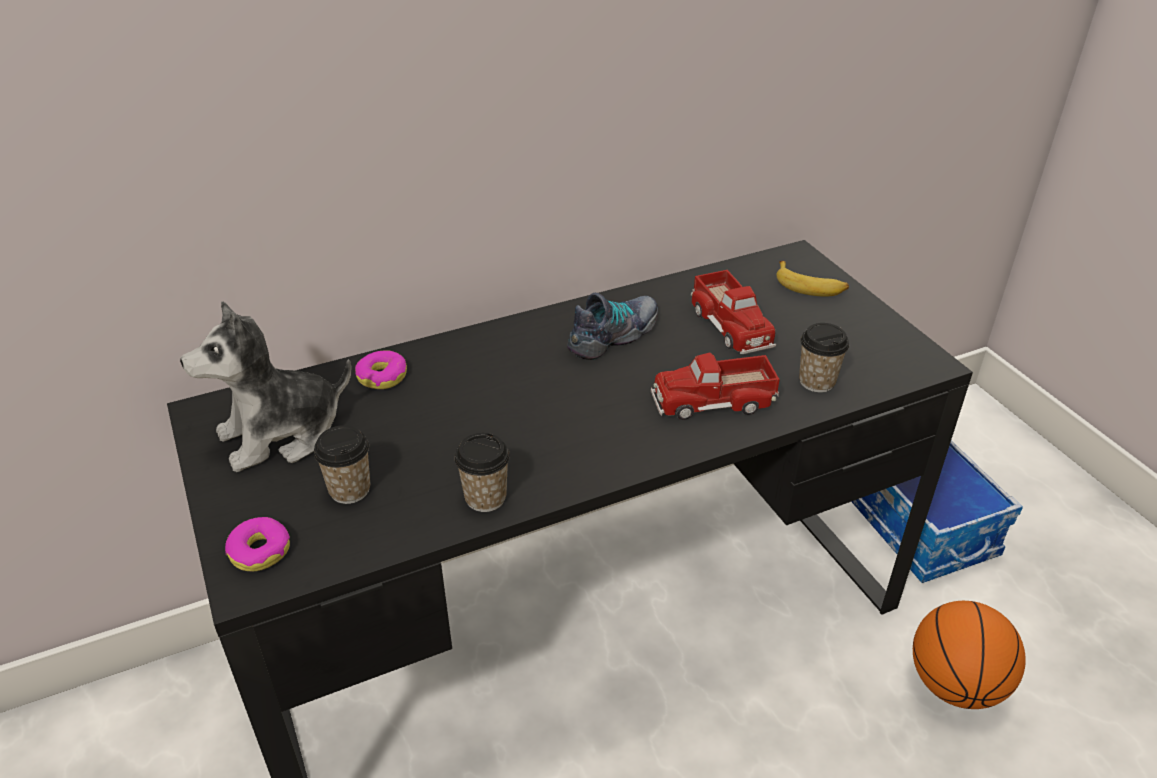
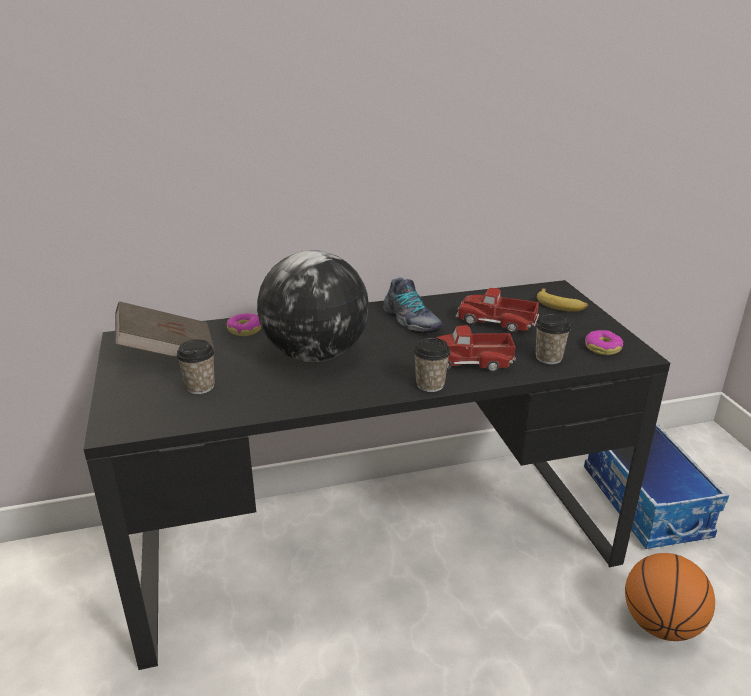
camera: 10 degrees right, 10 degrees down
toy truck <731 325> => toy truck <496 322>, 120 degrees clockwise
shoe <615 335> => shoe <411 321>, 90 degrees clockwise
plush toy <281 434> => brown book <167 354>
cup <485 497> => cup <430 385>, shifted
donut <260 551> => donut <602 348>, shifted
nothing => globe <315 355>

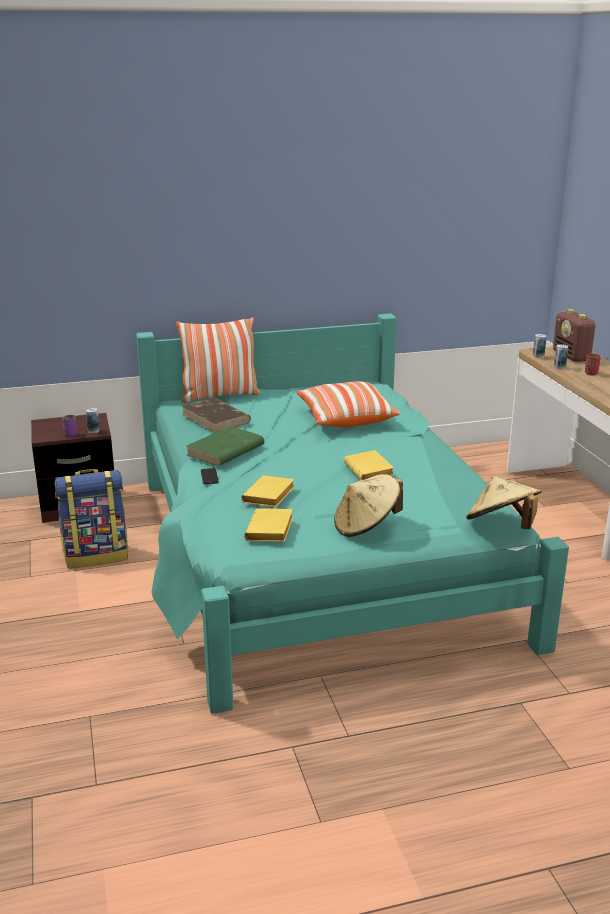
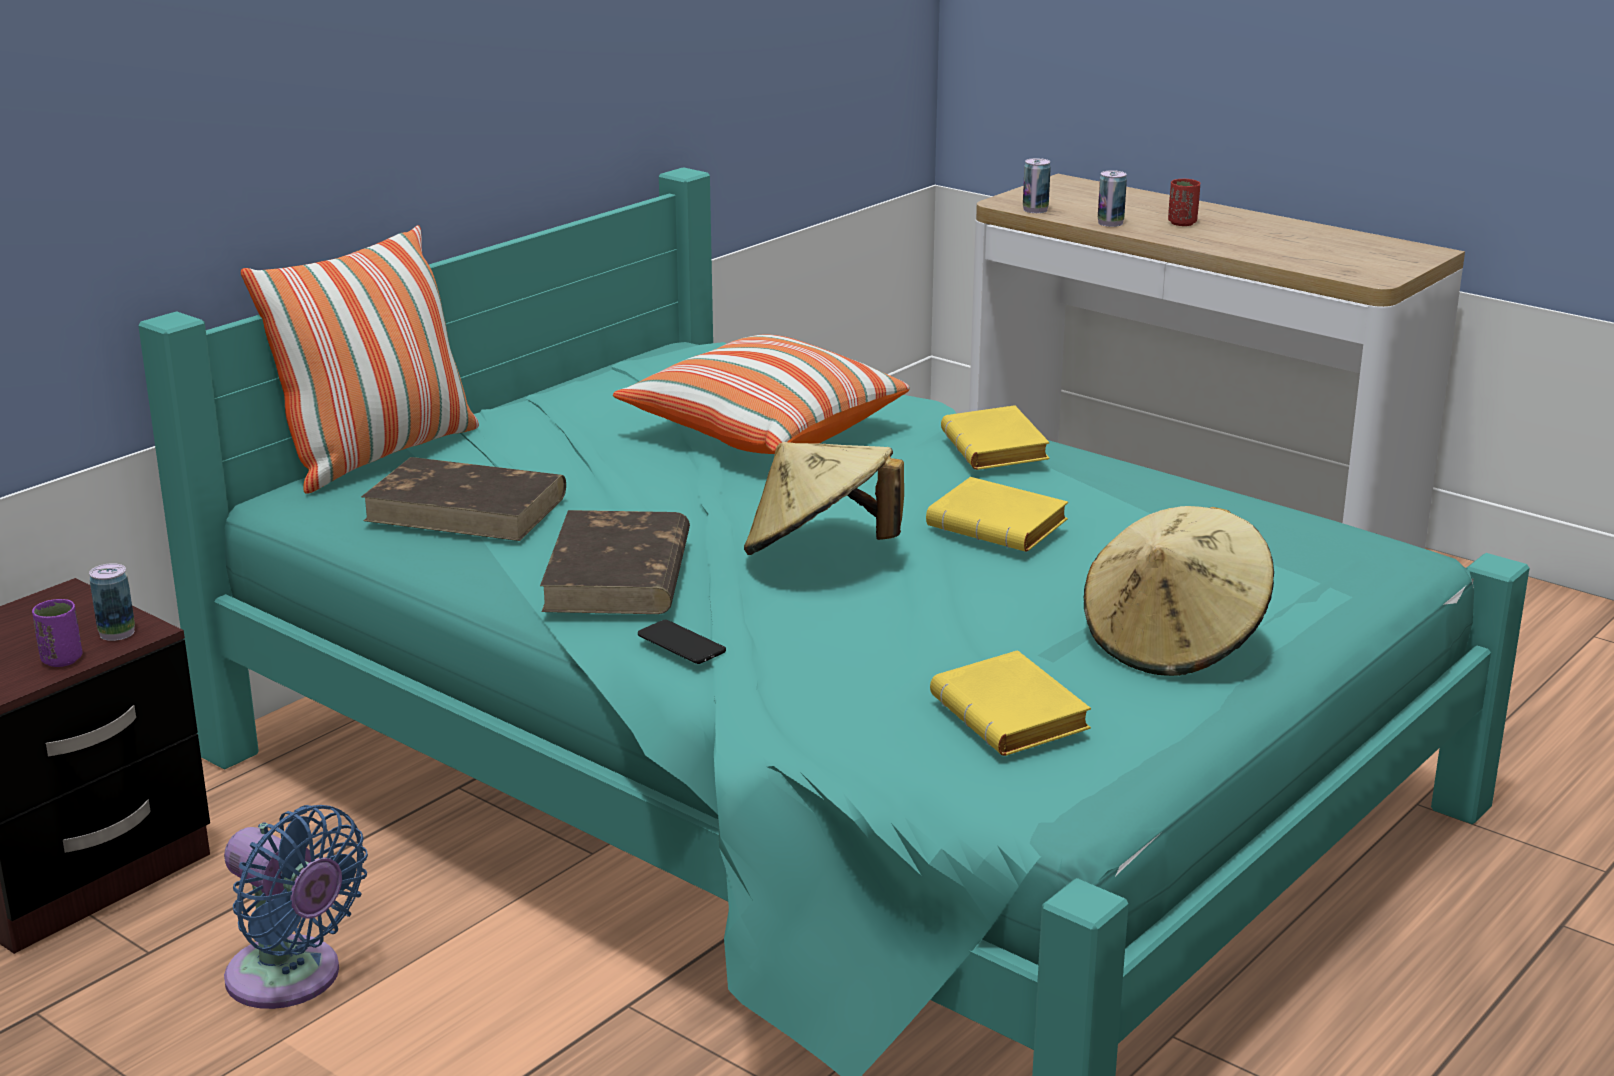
camera: 35 degrees left, 0 degrees up
radio <571 356> => nothing
green book <225 450> => brown book <618 574>
backpack <96 555> => blue fan <291 979>
yellow book <269 497> => yellow book <998 450>, shifted
beige hat <501 526> => beige hat <819 552>, shifted

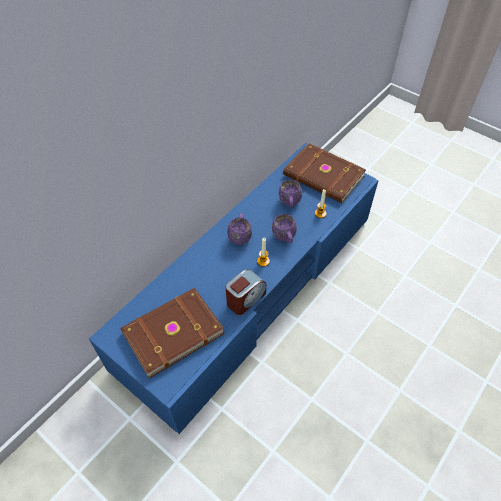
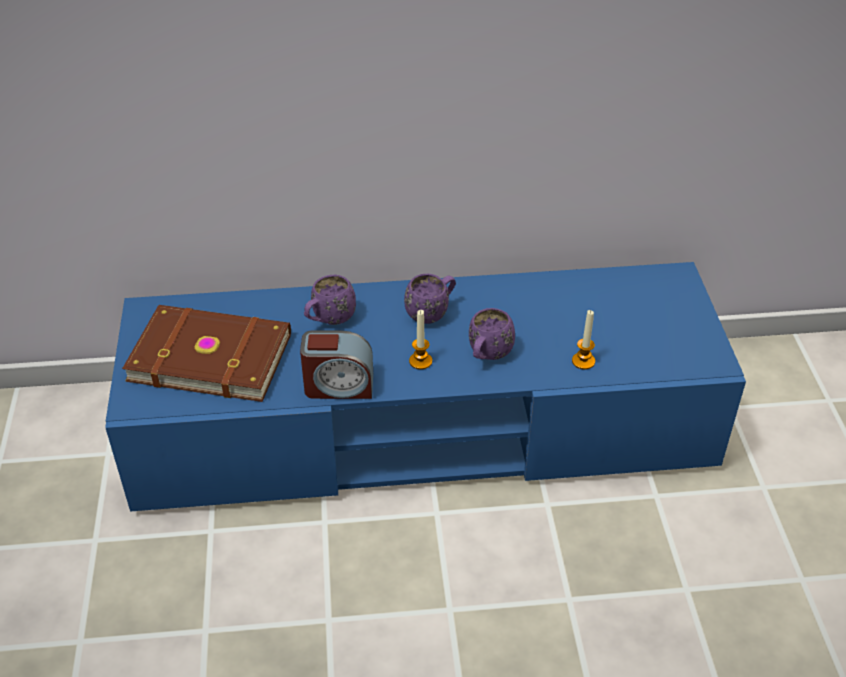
camera: 45 degrees right, 10 degrees down
brown book <323 176> => nothing
purple mug <290 204> => purple mug <329 320>, shifted

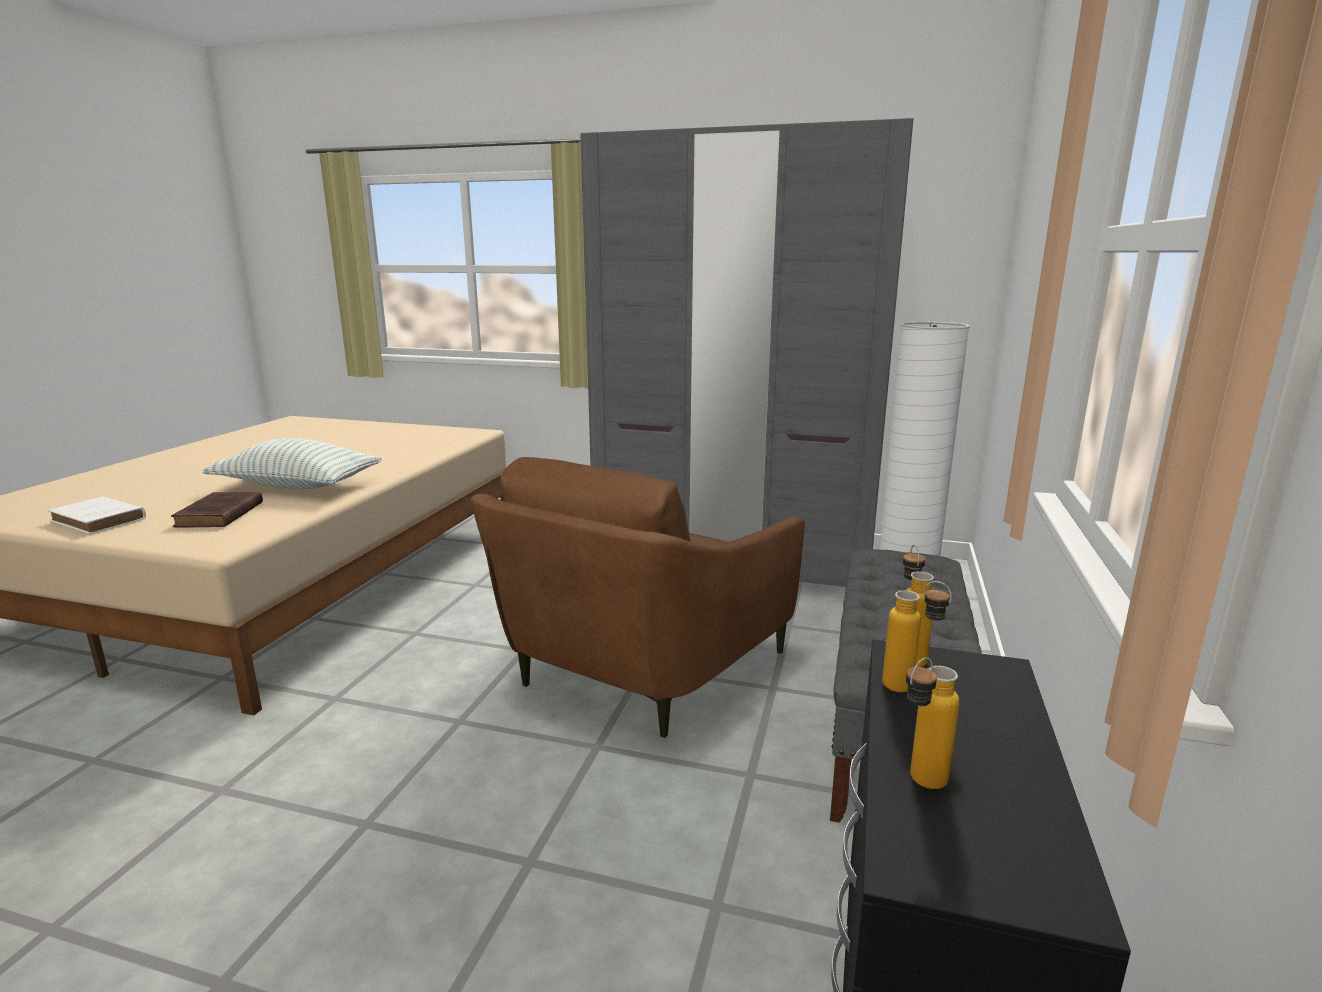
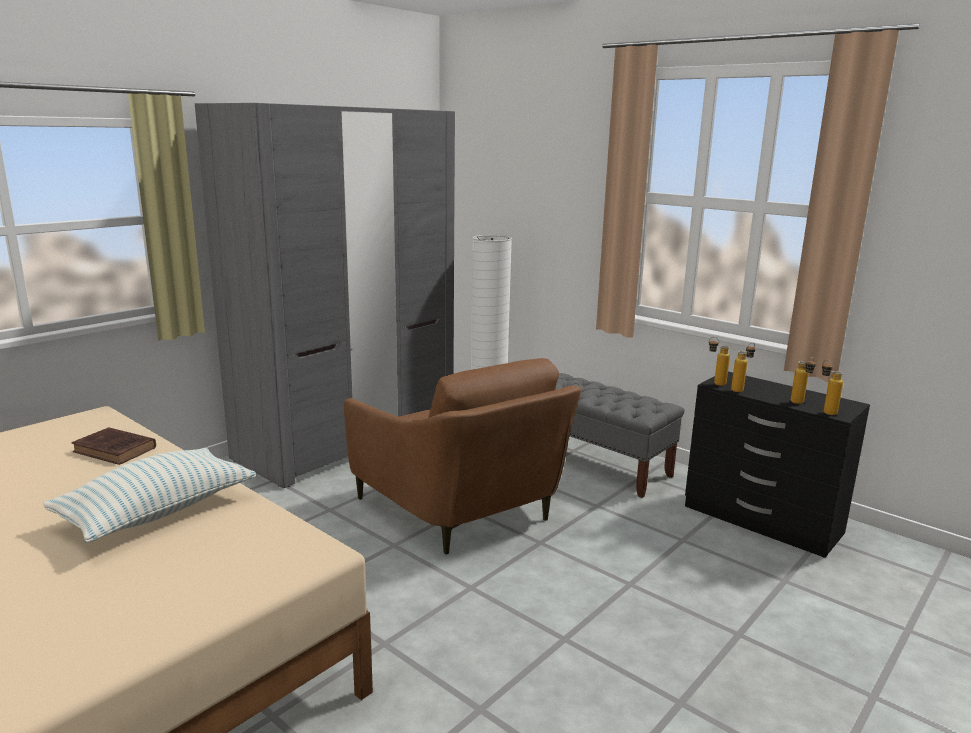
camera: 65 degrees left, 0 degrees up
brown book <219 515> => brown book <116 450>, shifted
white book <100 520> => nothing
nothing => bottle <825 411>

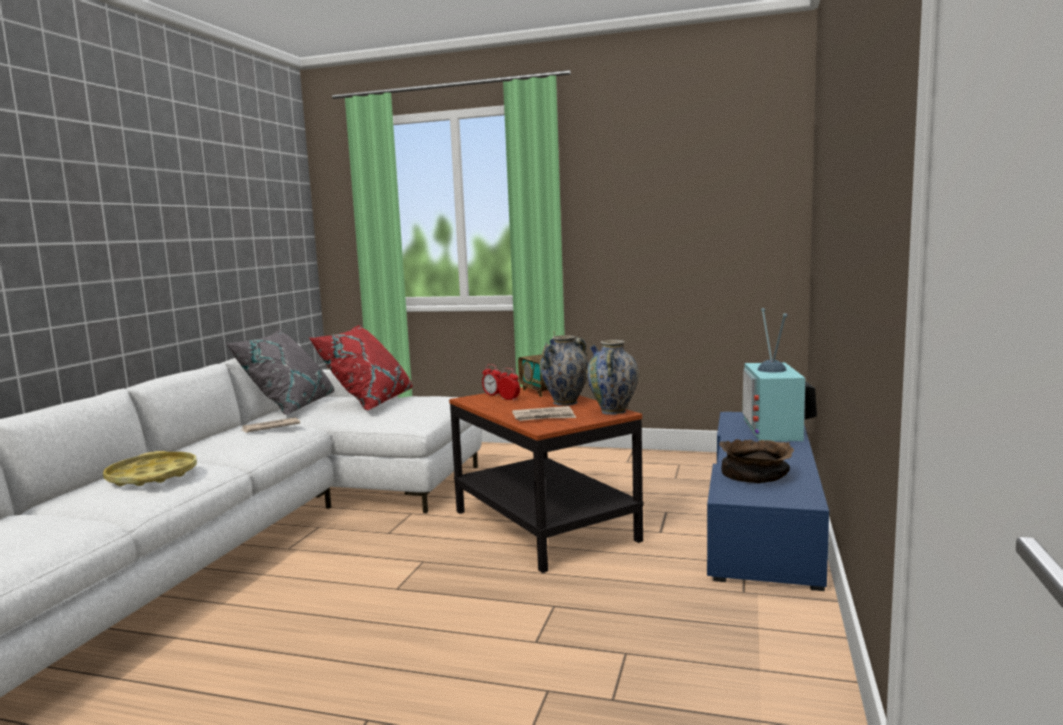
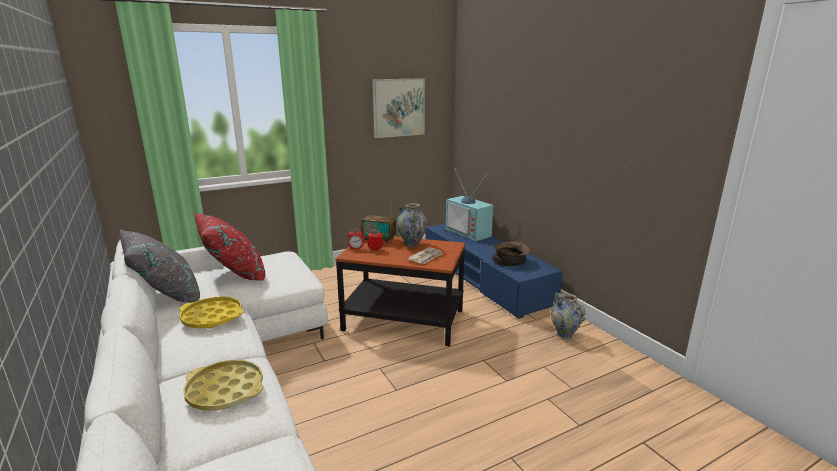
camera: 45 degrees left, 10 degrees up
vase <613 411> => vase <564 334>, shifted
newspaper <270 428> => yellow tray <212 317>
nothing => picture <399 107>

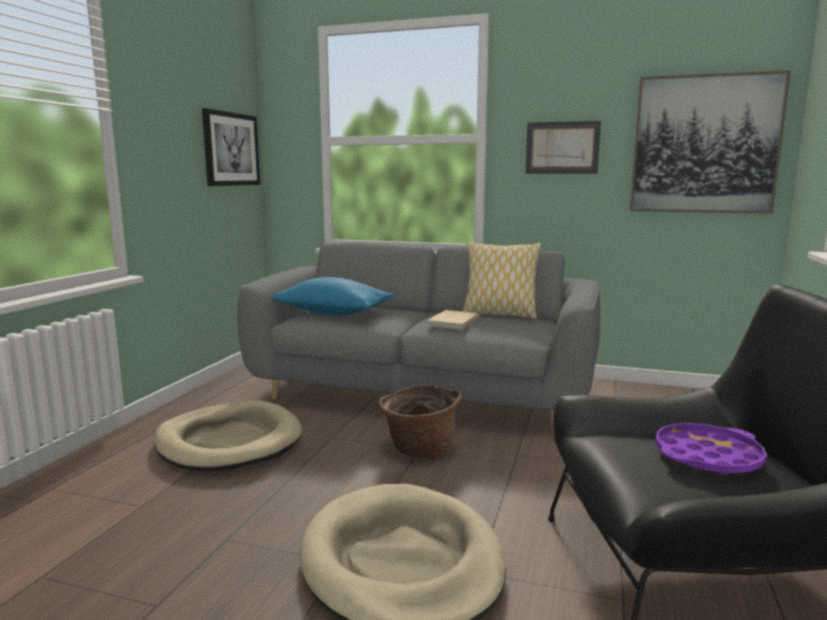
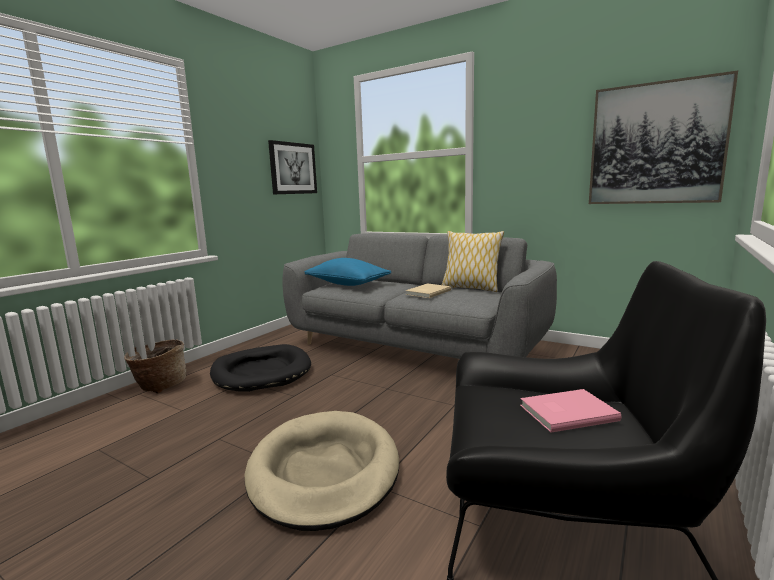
camera: 15 degrees right, 0 degrees up
picture <562 148> => nothing
basket <419 450> => basket <160 386>, shifted
beige dog bed <229 442> => black dog bed <261 372>
purple tray <707 457> => pink book <565 412>

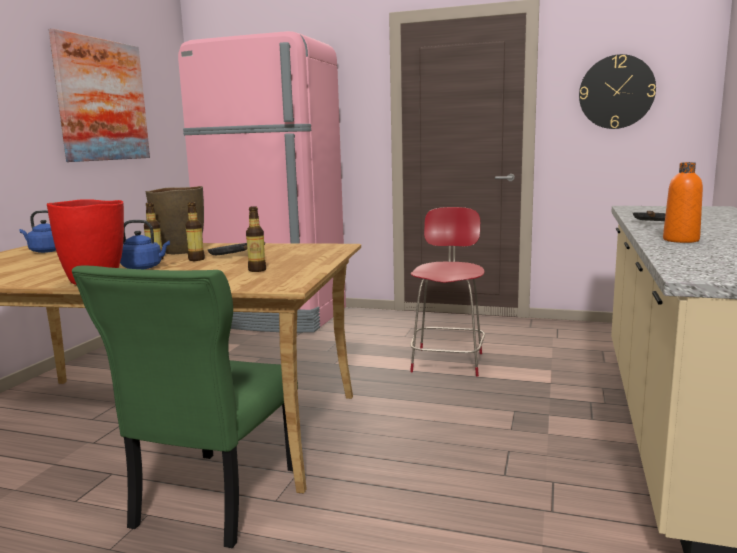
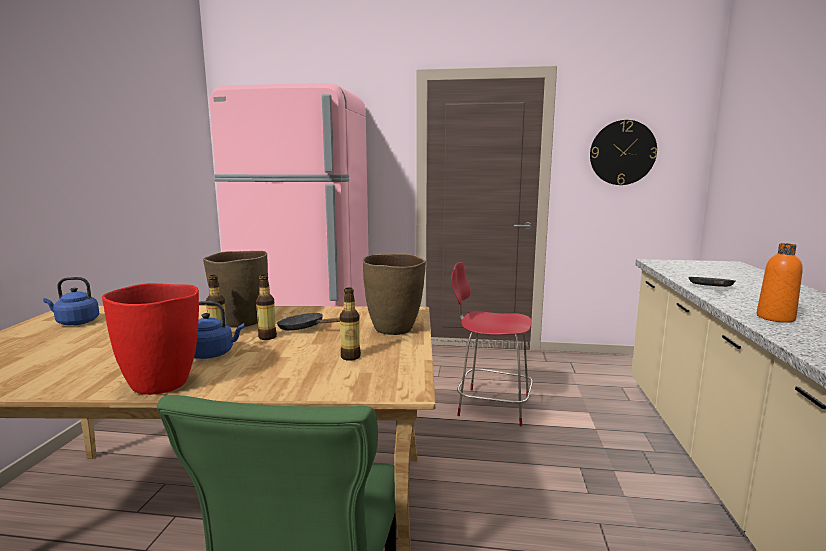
camera: 10 degrees left, 0 degrees up
picture <102 100> => nothing
red chair <448 361> => red chair <491 406>, 75 degrees counterclockwise
nothing => brown vase <394 329>

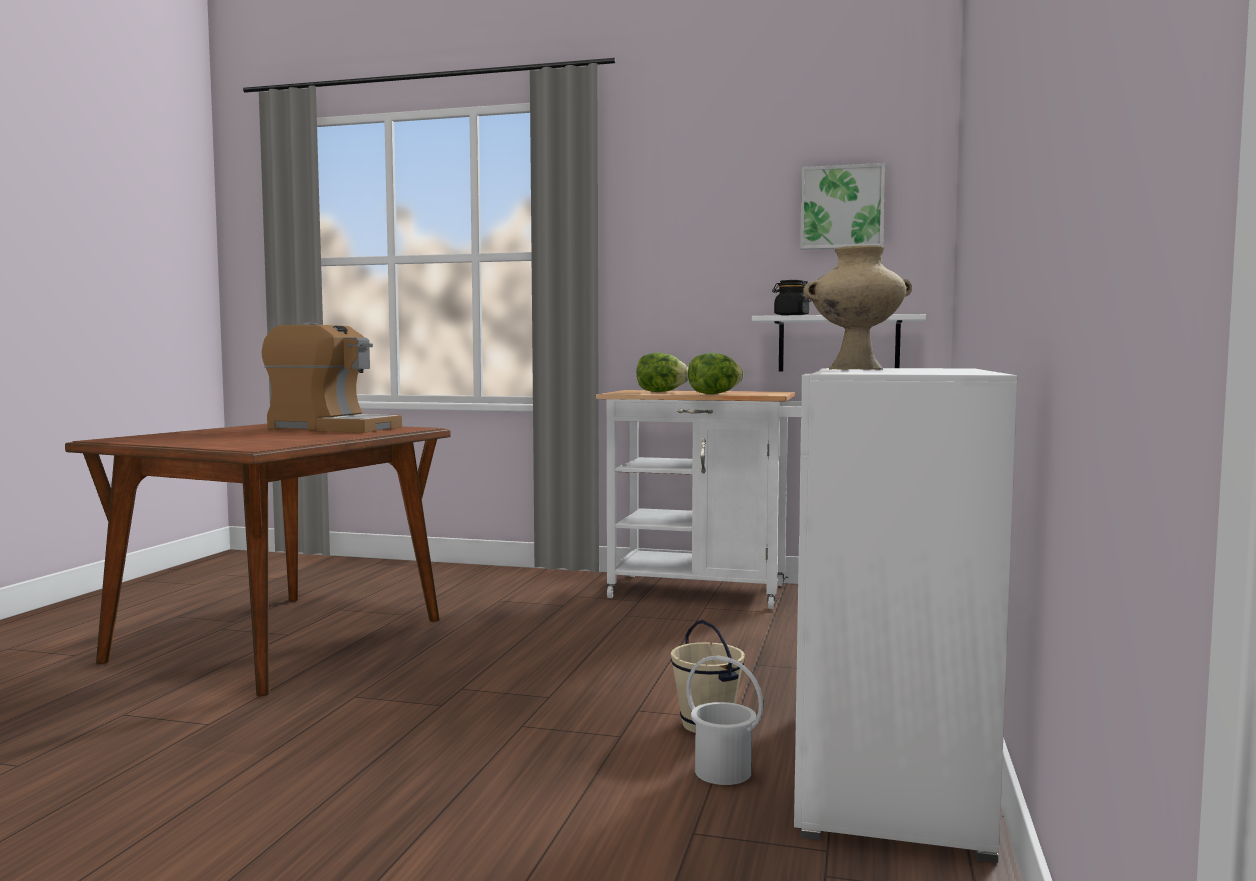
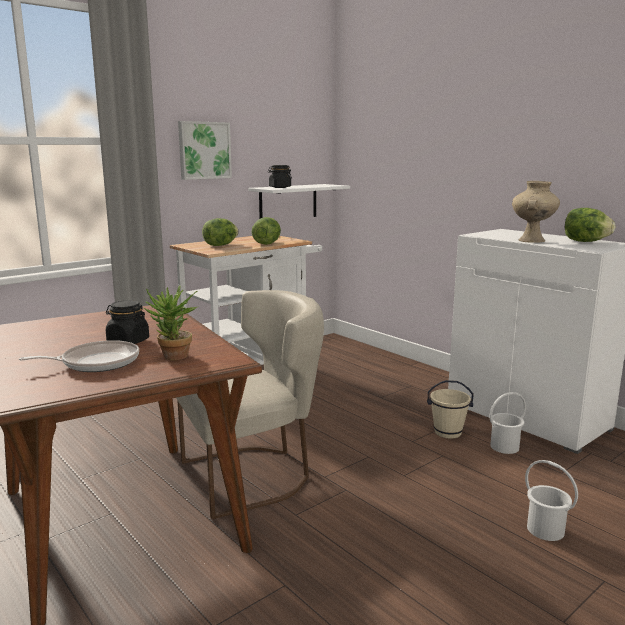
camera: 55 degrees left, 10 degrees up
picture <842 207> => picture <204 150>, shifted
coffee machine <332 428> => nothing
nothing => lettuce <585 242>
nothing => potted plant <173 358>
nothing => beige chair <254 474>
nothing => black jar <128 341>
nothing => frying pan <96 363>
nothing => white bucket <545 530>

